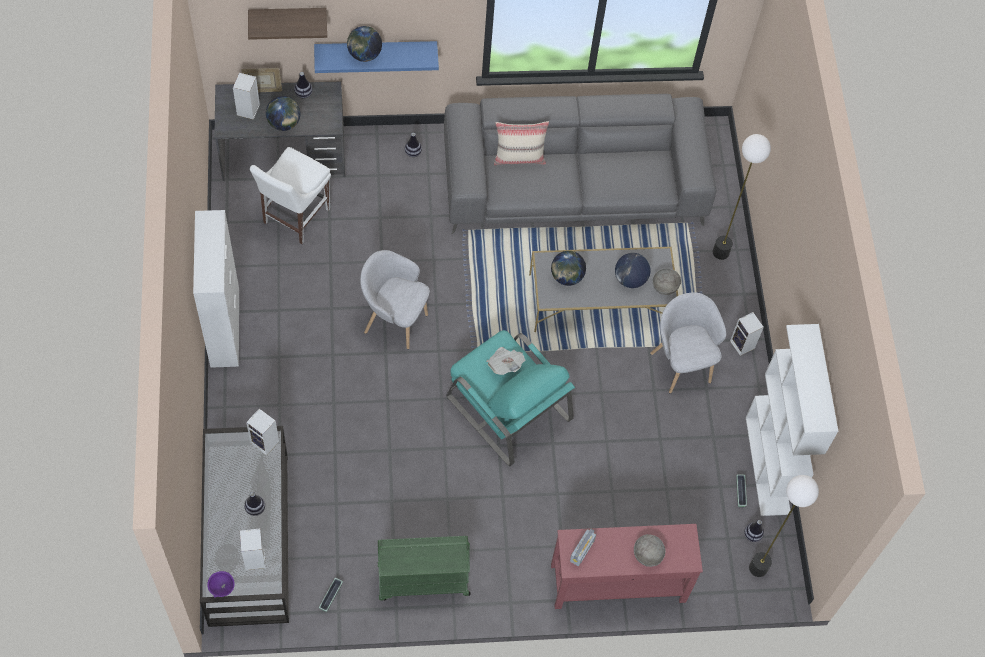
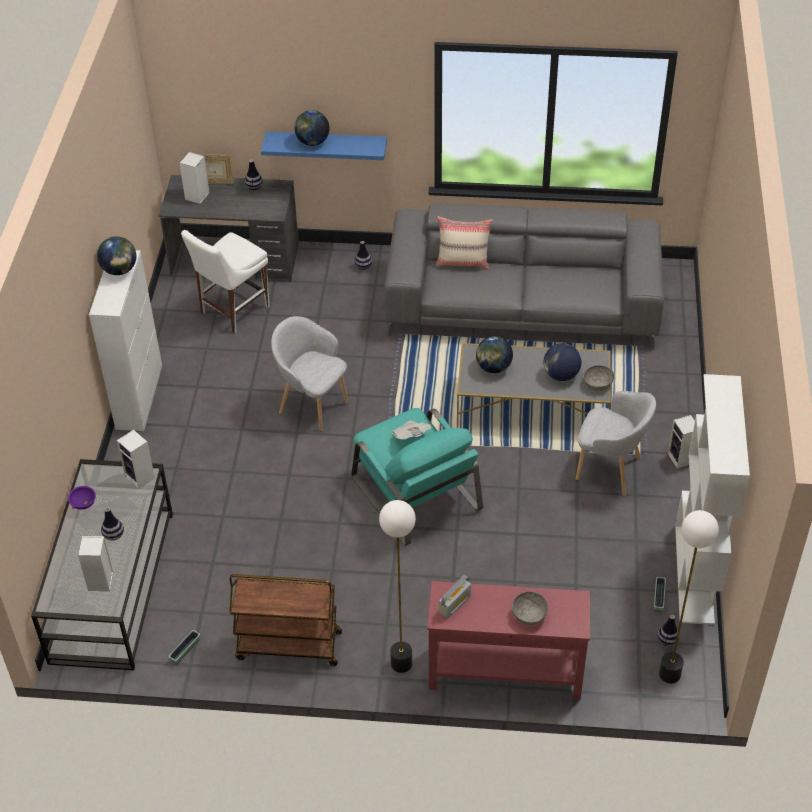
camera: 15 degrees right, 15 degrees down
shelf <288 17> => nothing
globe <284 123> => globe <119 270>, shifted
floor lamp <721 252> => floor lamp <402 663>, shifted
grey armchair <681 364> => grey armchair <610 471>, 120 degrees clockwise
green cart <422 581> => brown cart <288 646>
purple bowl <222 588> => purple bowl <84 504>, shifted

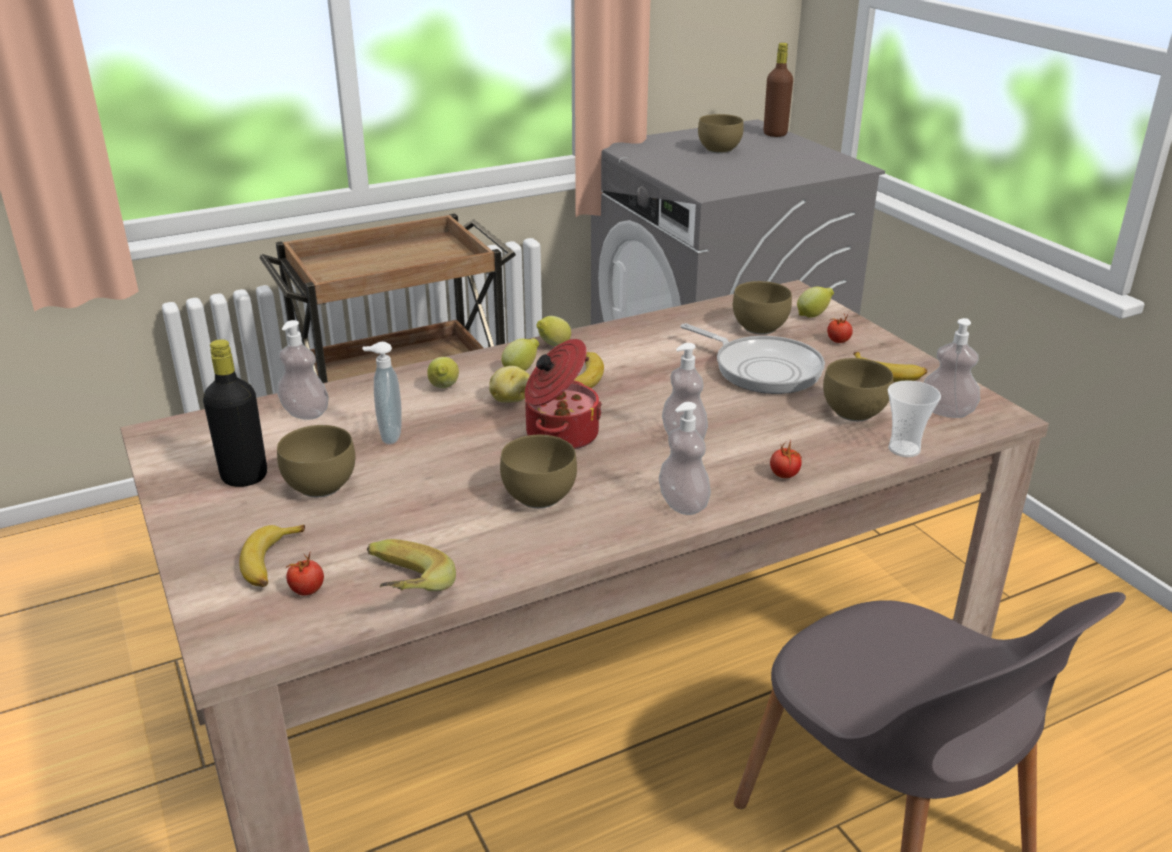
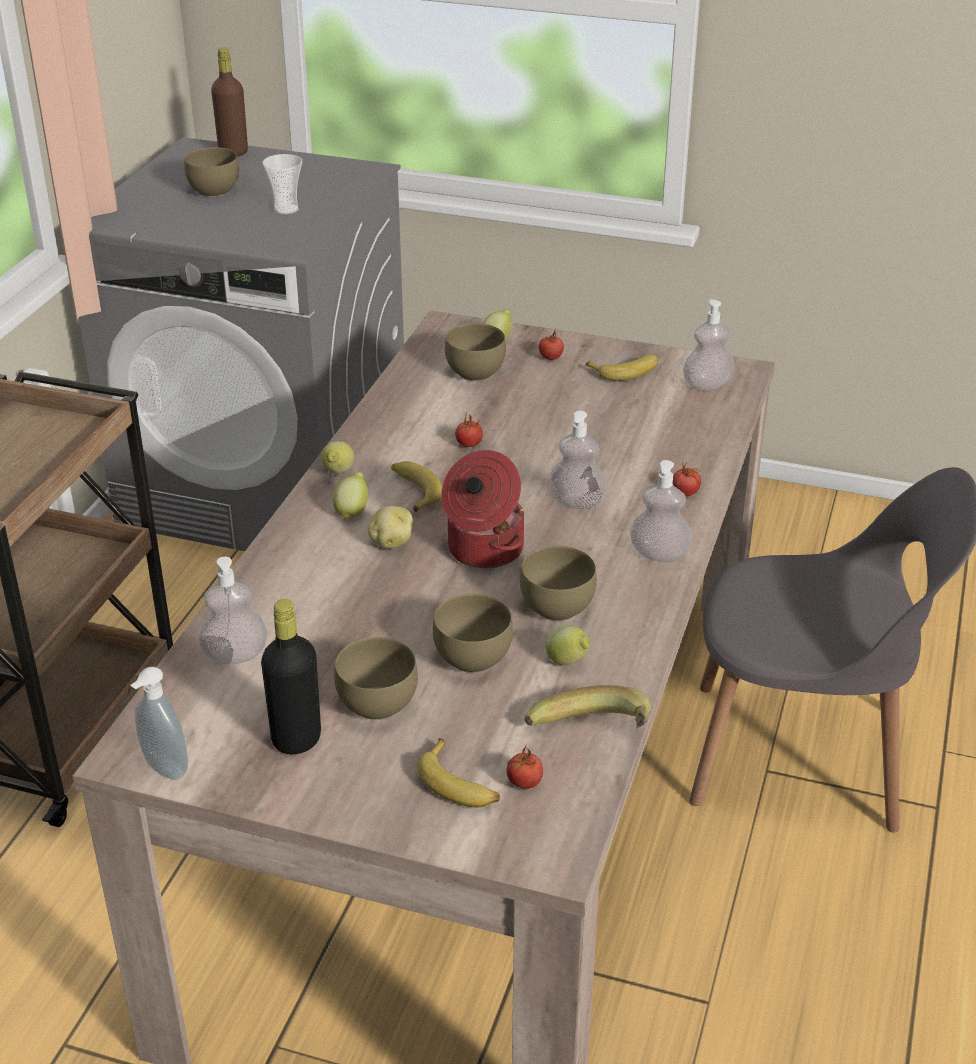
camera: 45 degrees left, 5 degrees up
frying pan <762 369> => nothing
soap dispenser <388 436> => soap dispenser <163 770>, shifted
lemon <444 388> => lemon <568 662>, shifted
brown bowl <851 413> => brown bowl <472 661>, shifted
cup <904 449> => cup <286 209>, shifted
nothing => tomato <468 444>

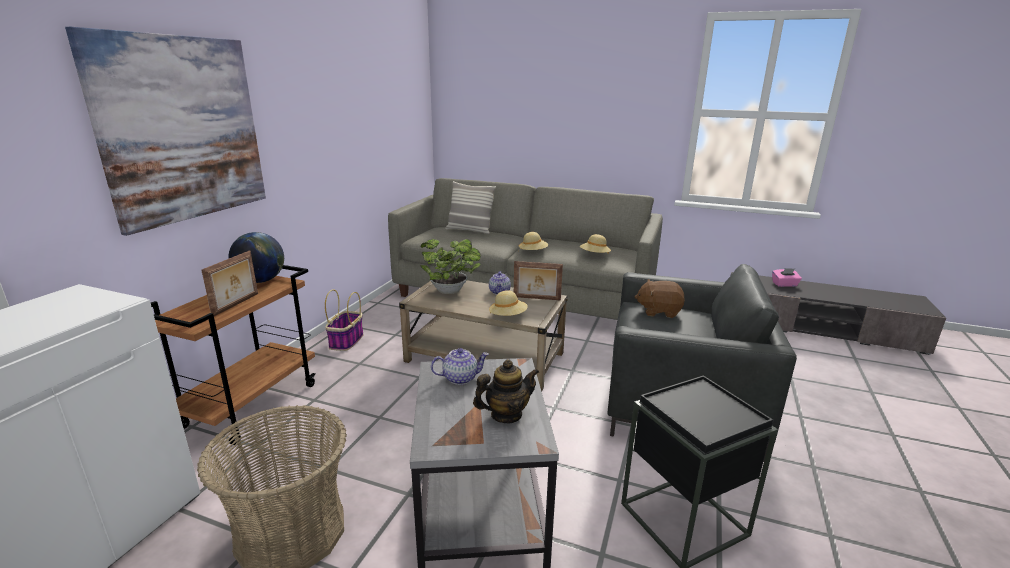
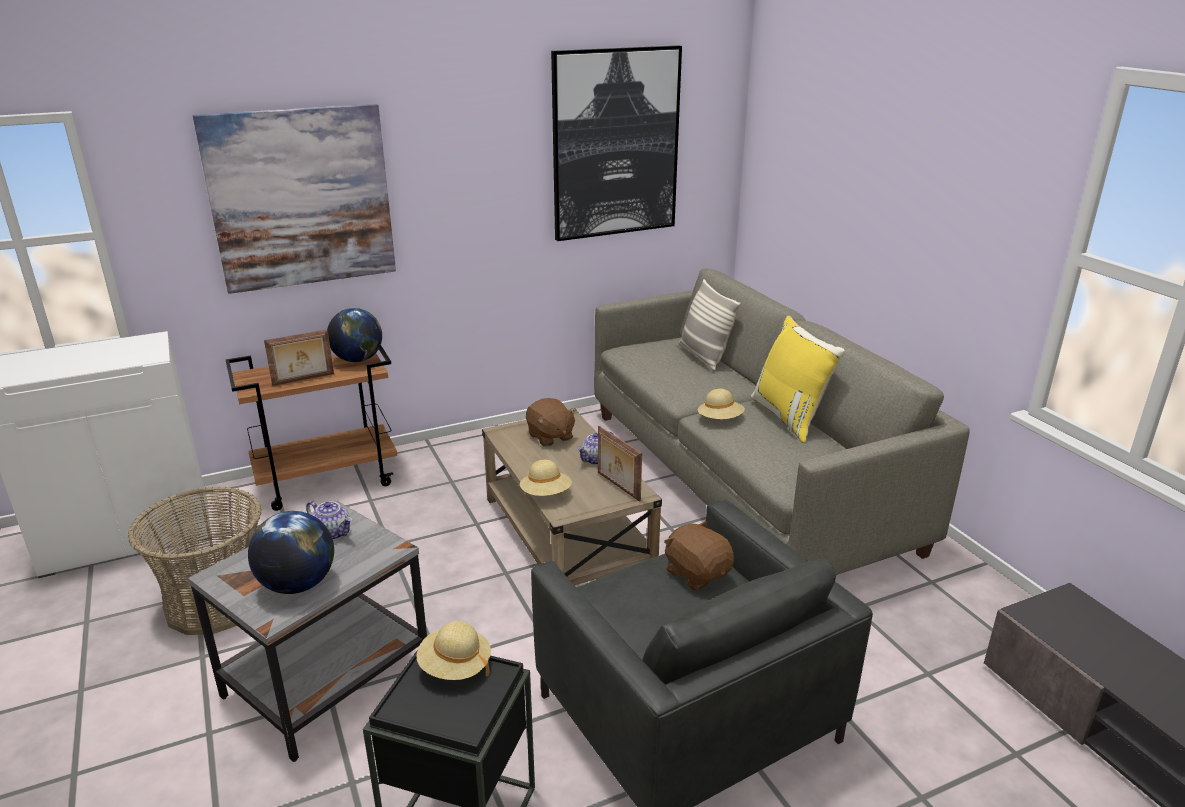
camera: 45 degrees right, 5 degrees up
beige hat <594 255> => beige hat <455 667>, shifted
potted plant <451 291> => brown plush toy <550 437>
pink tissue box <784 284> => nothing
basket <346 341> => nothing
teapot <506 415> => globe <297 584>
nothing => picture <615 144>
nothing => yellow pillow <790 417>

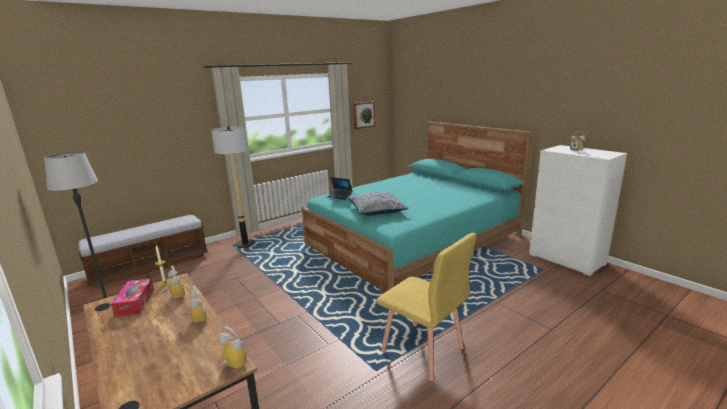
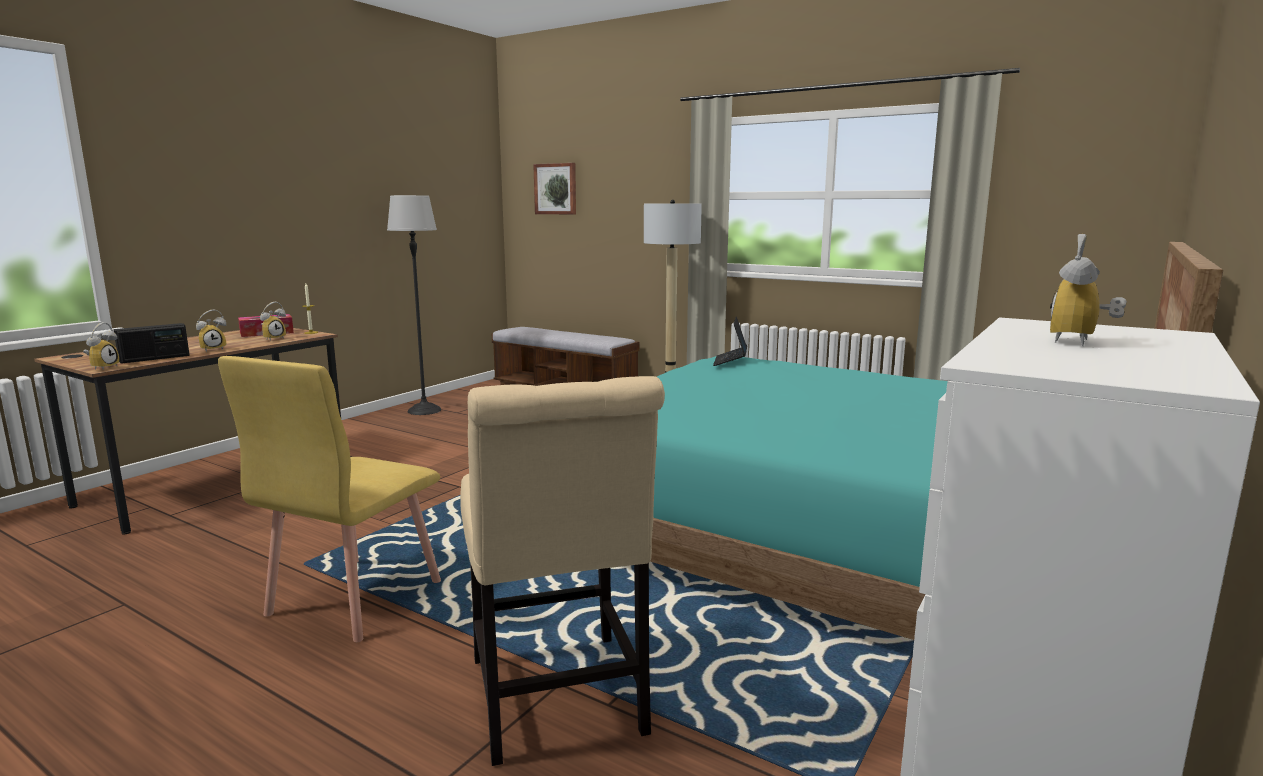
camera: 70 degrees right, 5 degrees down
picture <363 115> => picture <556 189>, shifted
pillow <376 210> => nothing
nothing => radio <155 358>
nothing => beige chair <558 702>

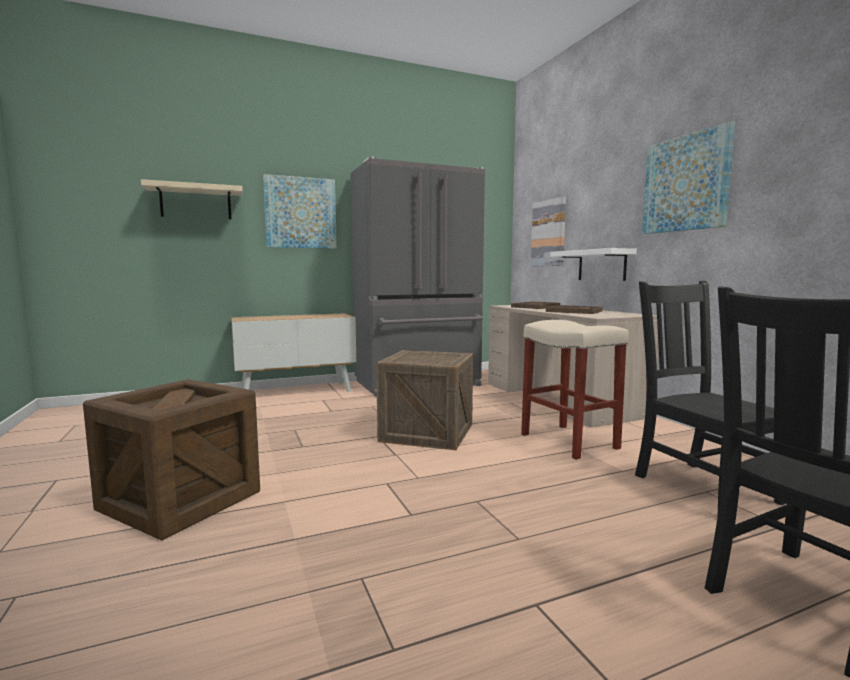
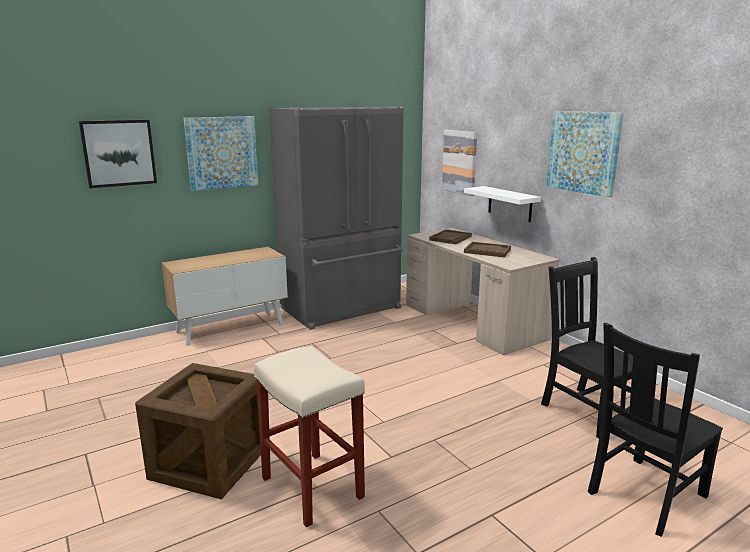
camera: 10 degrees left, 10 degrees up
beige shelf <196 203> => picture <119 153>
beige stool <567 441> => beige stool <311 487>, shifted
crate <427 432> => nothing

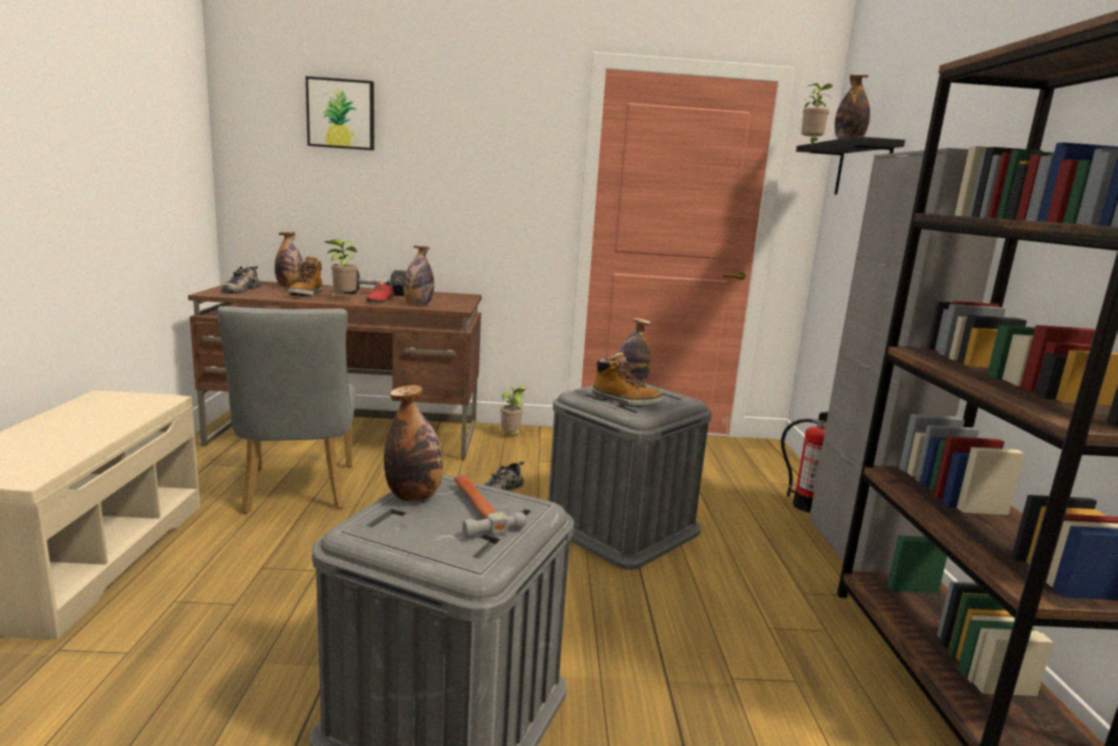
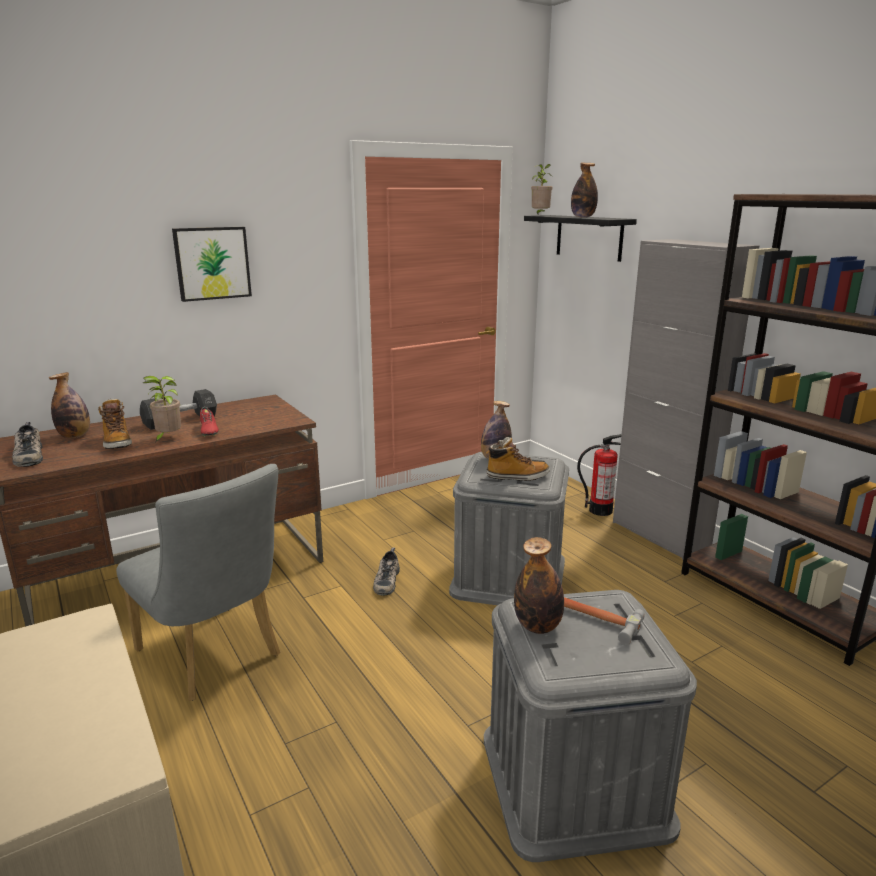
camera: 30 degrees left, 5 degrees up
picture <341 114> => picture <212 263>, shifted
bottle <418 304> => nothing
potted plant <511 436> => nothing

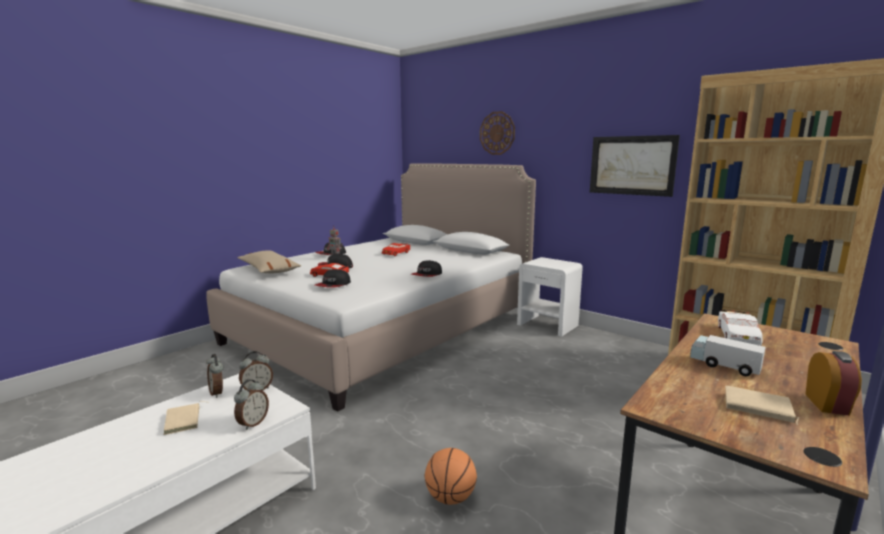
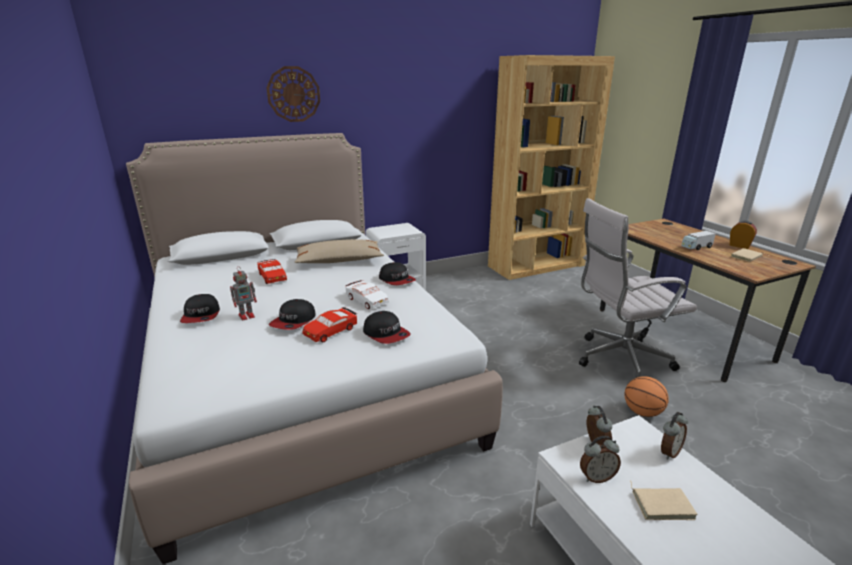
camera: 65 degrees left, 10 degrees up
picture <632 165> => nothing
beige pillow <269 270> => beige pillow <339 260>, shifted
white toy car <738 335> => white toy car <367 300>, shifted
alarm clock <252 423> => alarm clock <669 452>, 90 degrees clockwise
nothing => white office chair <618 360>

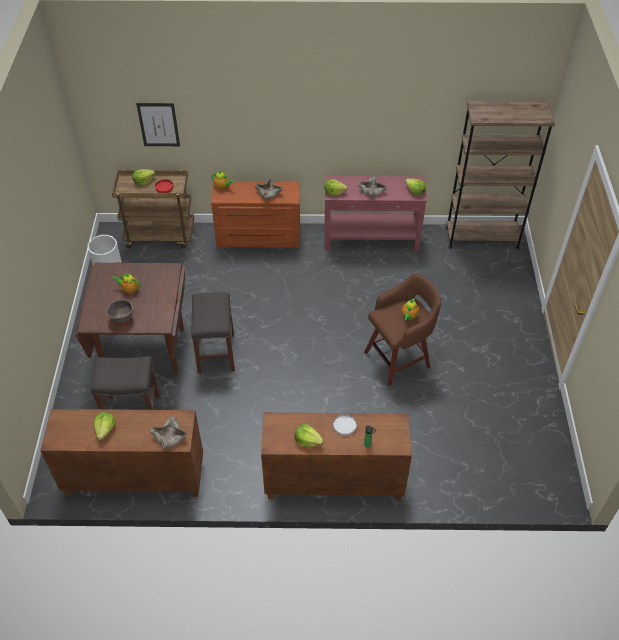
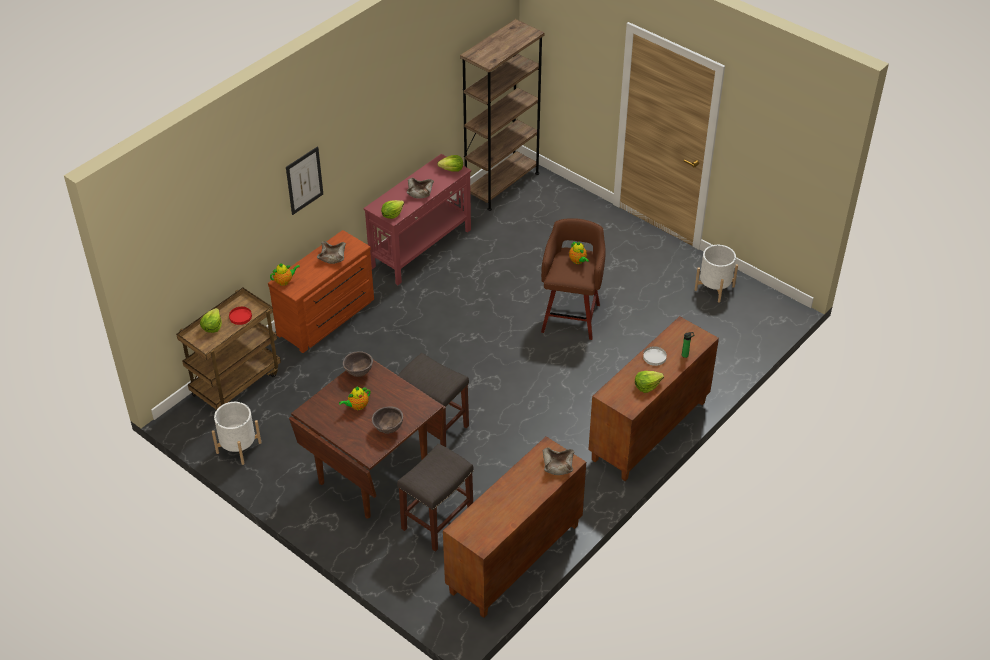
camera: 50 degrees left, 5 degrees down
picture <158 124> => picture <304 180>, shifted
lettuce <105 429> => nothing
nothing => white planter <714 288>
nothing => brown bowl <359 373>

